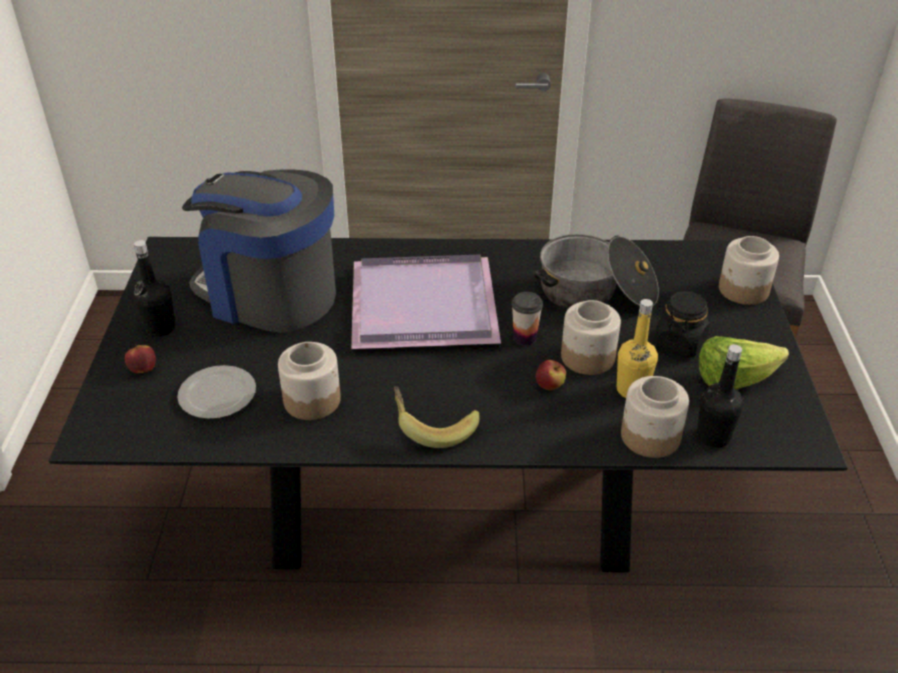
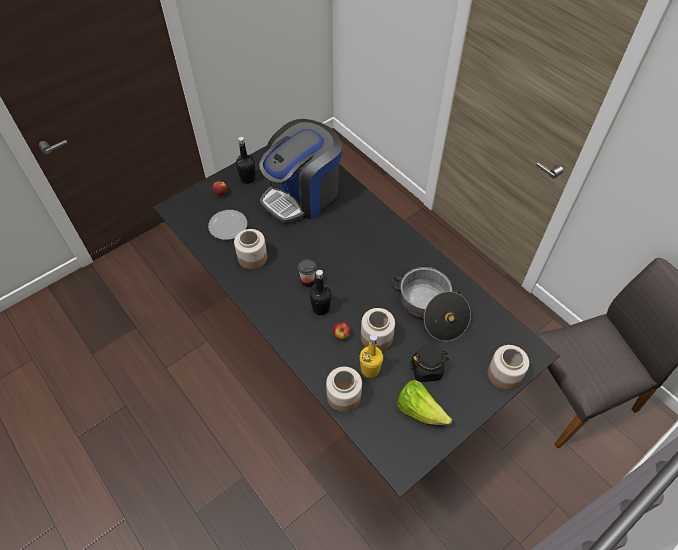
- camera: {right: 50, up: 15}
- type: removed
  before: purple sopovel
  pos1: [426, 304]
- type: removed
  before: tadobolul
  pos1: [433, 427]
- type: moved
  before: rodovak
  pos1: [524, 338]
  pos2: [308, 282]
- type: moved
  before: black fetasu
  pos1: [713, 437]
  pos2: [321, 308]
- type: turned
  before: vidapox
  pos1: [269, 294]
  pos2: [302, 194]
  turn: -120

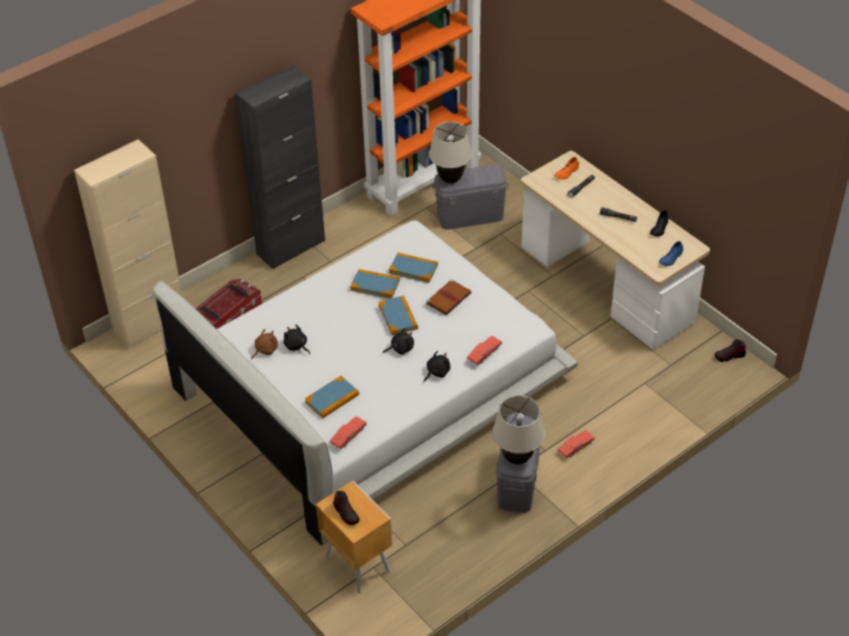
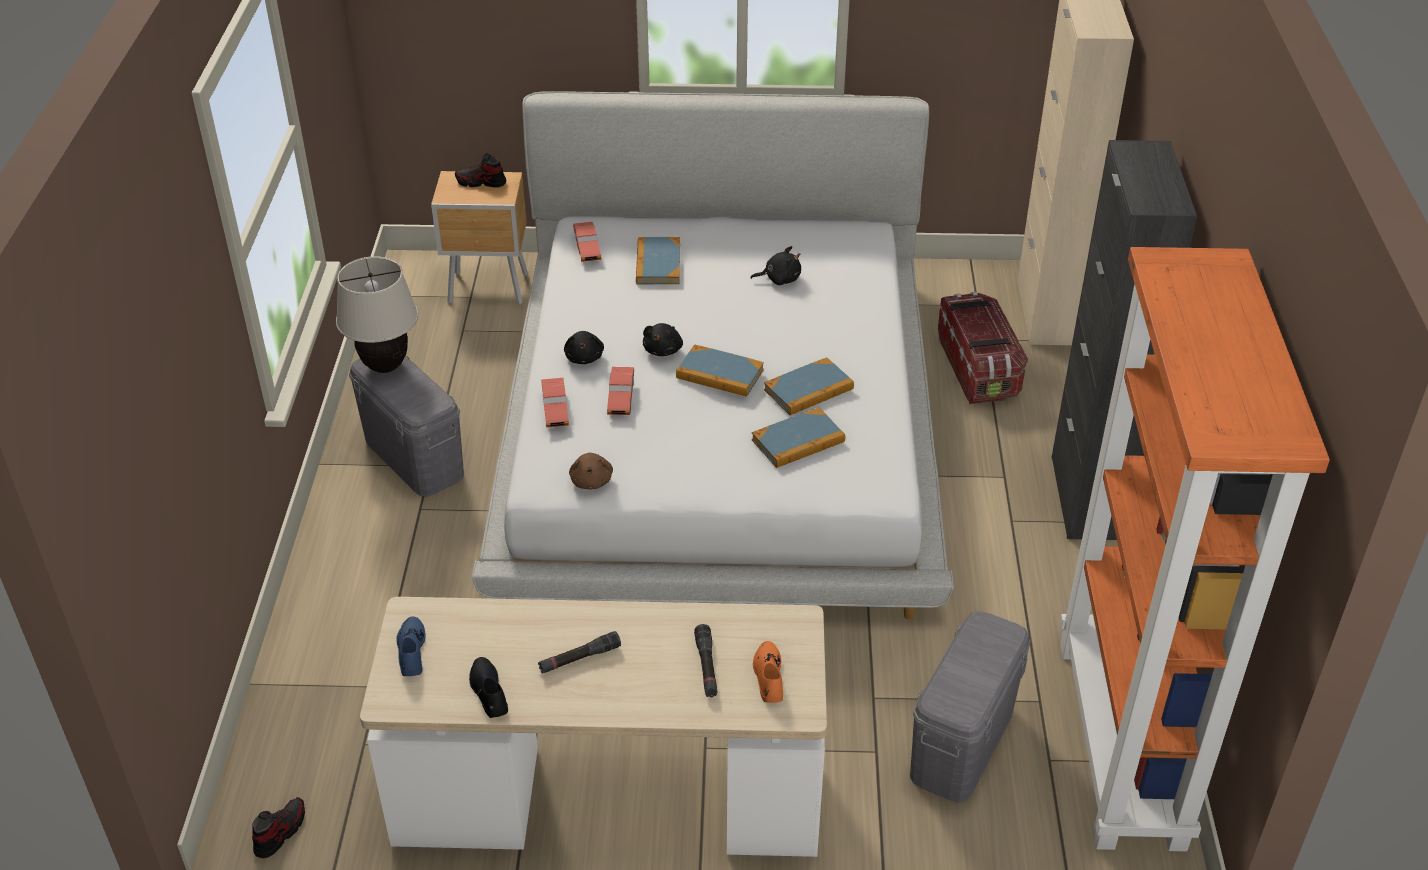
- camera: {right: 130, up: -5}
- type: removed
  before: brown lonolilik
  pos1: [449, 298]
- type: removed
  before: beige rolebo
  pos1: [450, 179]
- type: moved
  before: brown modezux
  pos1: [265, 350]
  pos2: [591, 480]
- type: moved
  before: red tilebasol
  pos1: [575, 447]
  pos2: [621, 397]

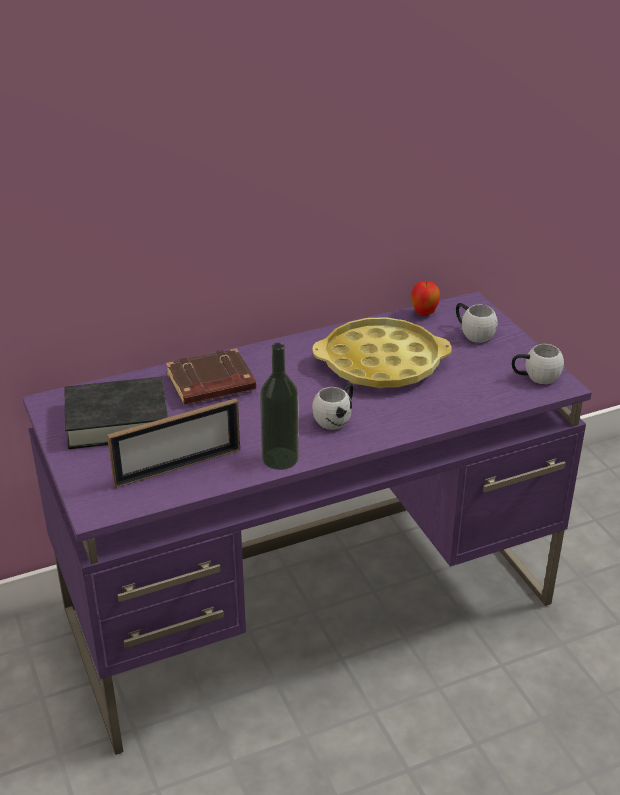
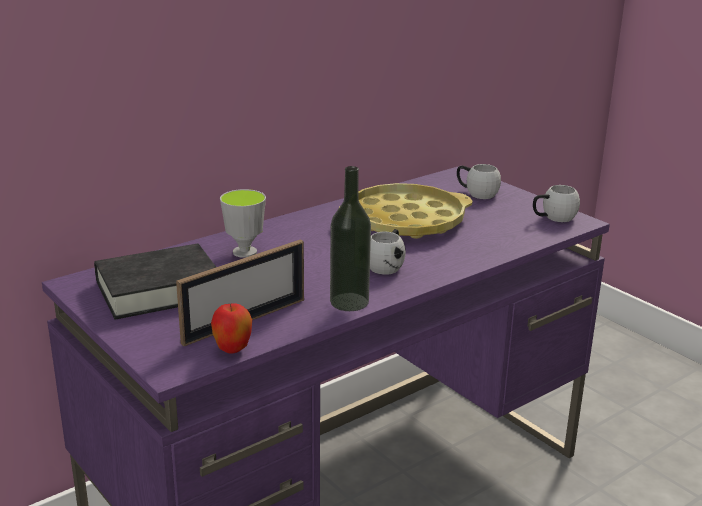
- camera: {right: -15, up: -10}
- type: moved
  before: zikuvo
  pos1: [424, 314]
  pos2: [232, 350]
- type: replaced
  before: brown lonolilik
  after: rodovak
  pos1: [210, 384]
  pos2: [244, 252]

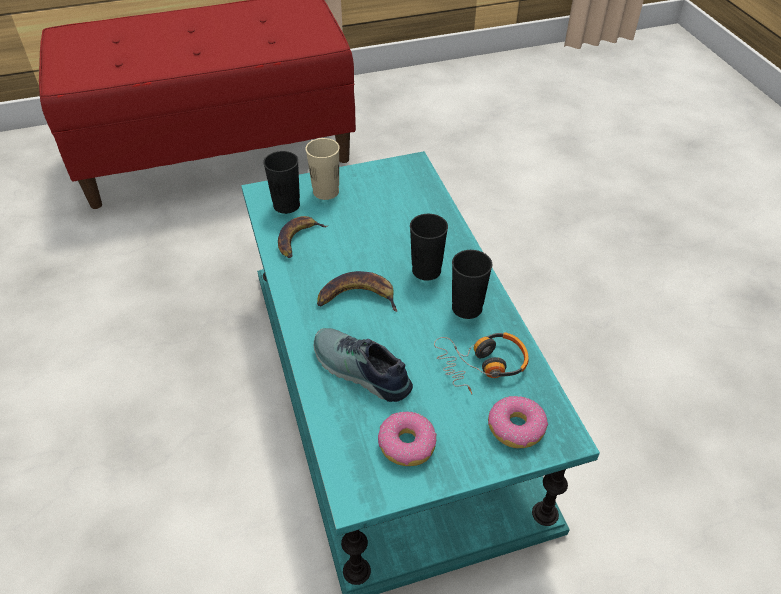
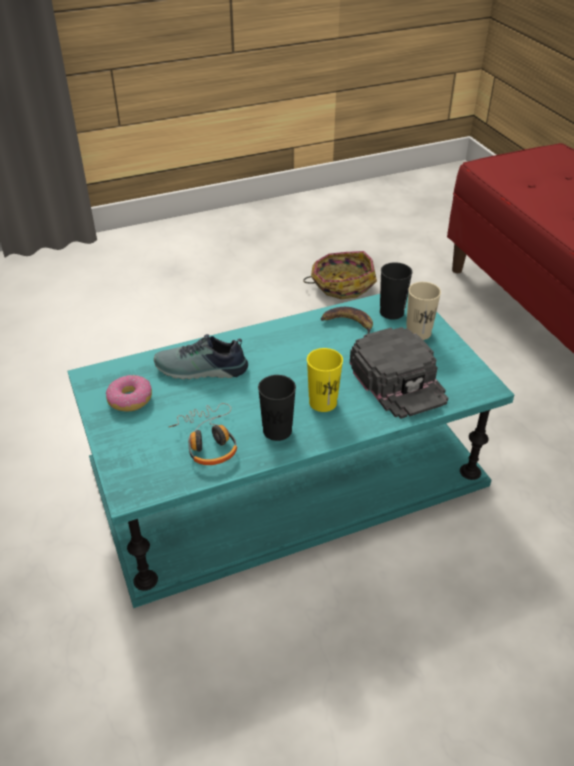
- camera: {right: 85, up: -5}
- type: removed
  before: tadobolul
  pos1: [358, 297]
- type: removed
  before: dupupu
  pos1: [516, 427]
- type: added
  after: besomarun
  pos2: [341, 284]
- type: added
  after: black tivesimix
  pos2: [399, 380]
- type: recoloured
  before: black rodovak
  after: yellow rodovak
  pos1: [426, 270]
  pos2: [323, 402]
- type: turned
  before: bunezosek
  pos1: [359, 371]
  pos2: [201, 370]
  turn: -120

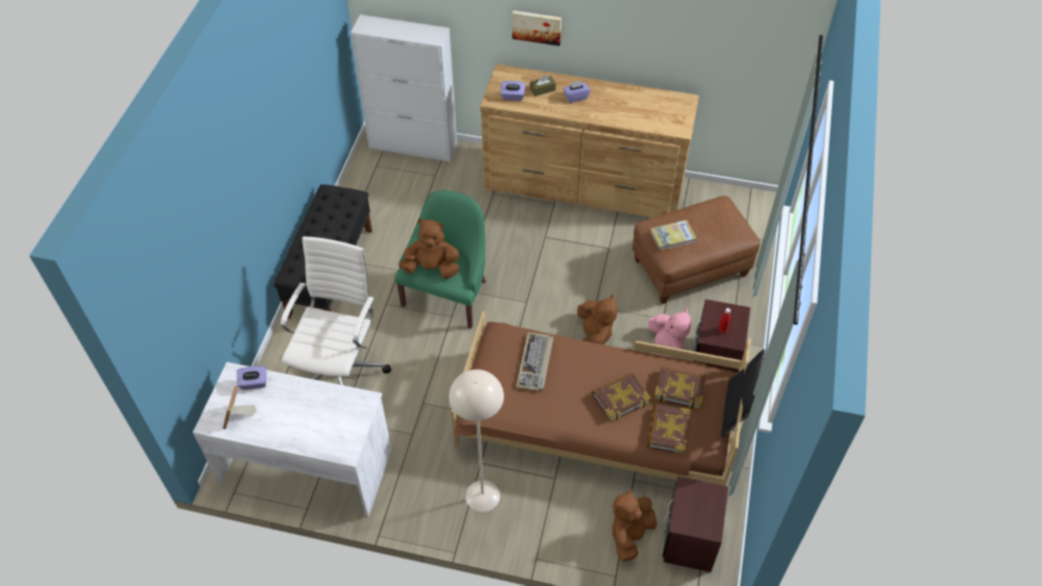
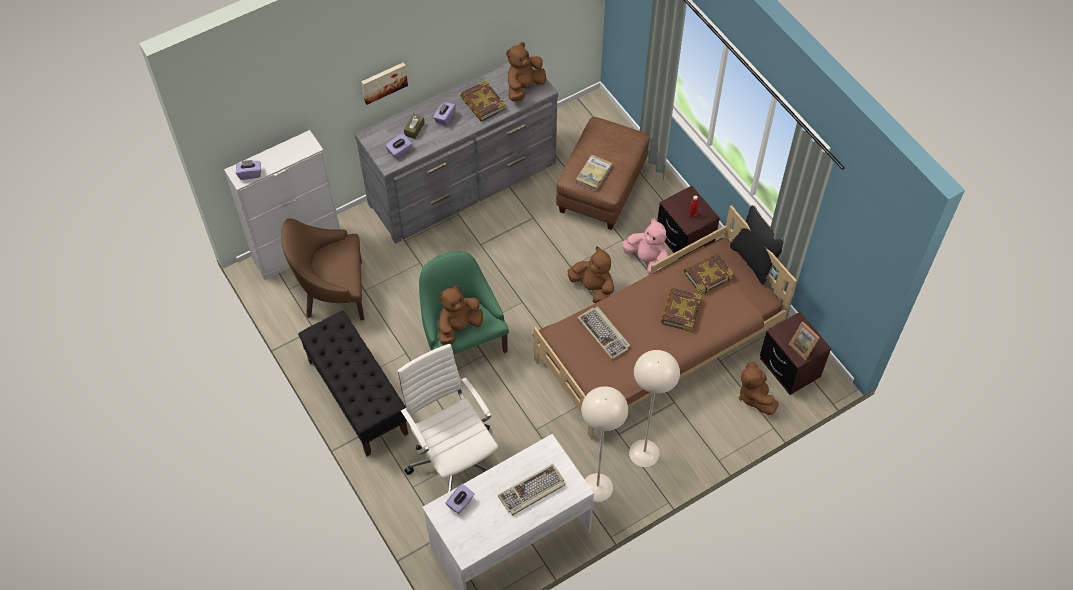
- camera: {right: -45, up: 5}
- type: added
  after: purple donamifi
  pos2: [250, 174]
- type: added
  after: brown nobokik
  pos2: [333, 292]
- type: added
  after: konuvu
  pos2: [532, 491]
- type: added
  after: brown modezux
  pos2: [524, 87]
- type: added
  after: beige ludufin
  pos2: [597, 487]
- type: moved
  before: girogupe
  pos1: [238, 417]
  pos2: [803, 346]
- type: moved
  before: lonolilik
  pos1: [668, 431]
  pos2: [482, 104]
- type: recoloured
  before: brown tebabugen
  after: grey tebabugen
  pos1: [584, 185]
  pos2: [464, 184]

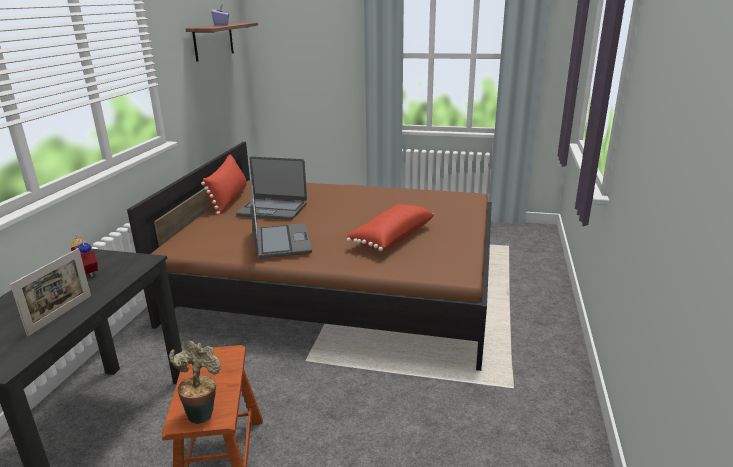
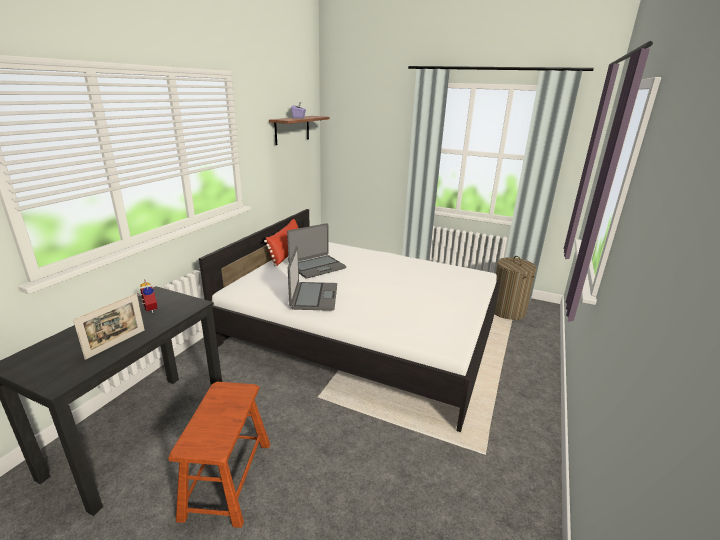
- camera: {right: 10, up: 0}
- type: removed
  before: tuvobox
  pos1: [202, 412]
- type: removed
  before: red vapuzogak
  pos1: [391, 237]
- type: added
  after: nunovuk
  pos2: [507, 311]
- type: recoloured
  before: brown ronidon
  after: white ronidon
  pos1: [339, 285]
  pos2: [362, 333]
- type: turned
  before: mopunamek
  pos1: [273, 209]
  pos2: [317, 267]
  turn: -60

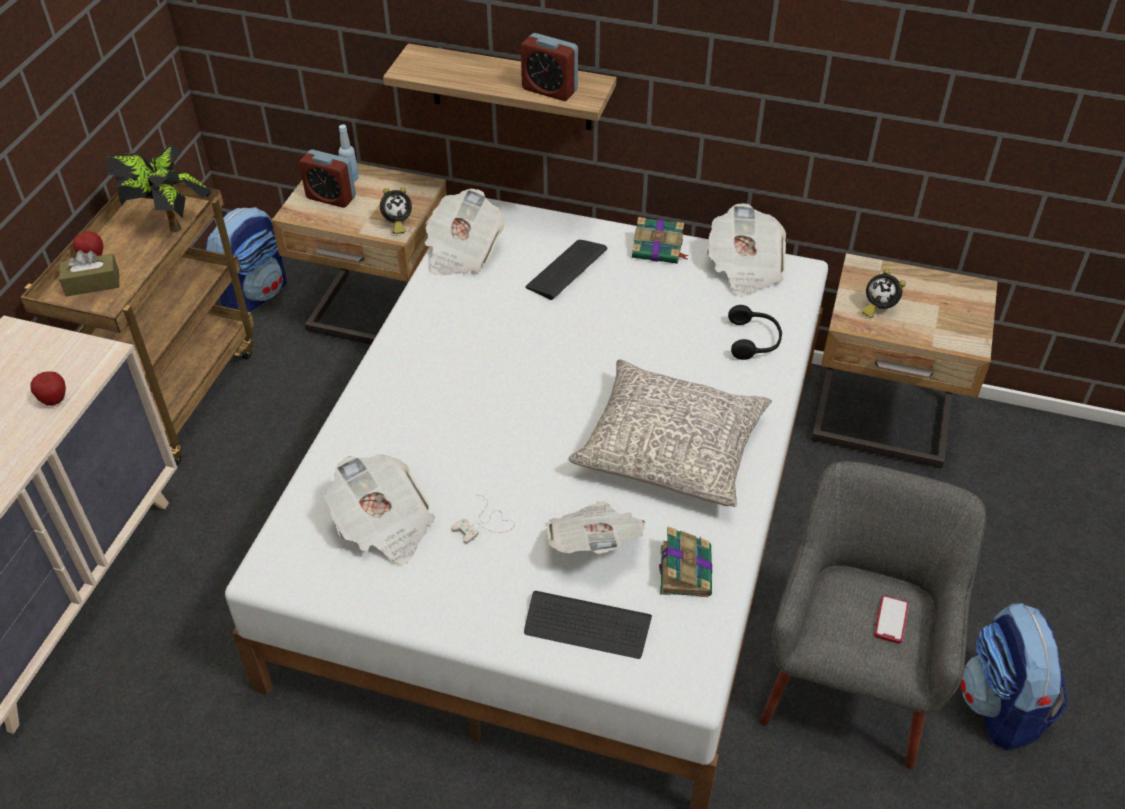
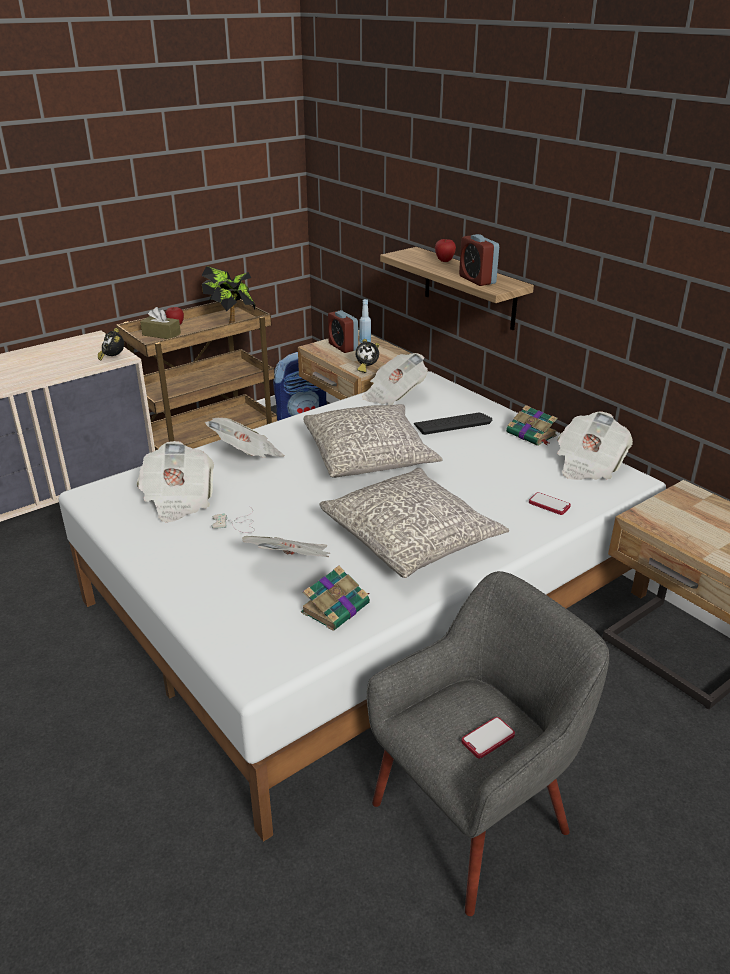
- camera: {right: 35, up: -15}
- type: removed
  before: konuvu
  pos1: [587, 626]
- type: removed
  before: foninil
  pos1: [1001, 706]
- type: added
  after: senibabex
  pos2: [247, 455]
- type: added
  after: grey vapuzogak
  pos2: [369, 456]
- type: moved
  before: zikuvo
  pos1: [54, 400]
  pos2: [444, 261]
- type: moved
  before: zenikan
  pos1: [878, 308]
  pos2: [113, 358]
- type: replaced
  before: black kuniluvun
  after: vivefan
  pos1: [754, 340]
  pos2: [549, 504]

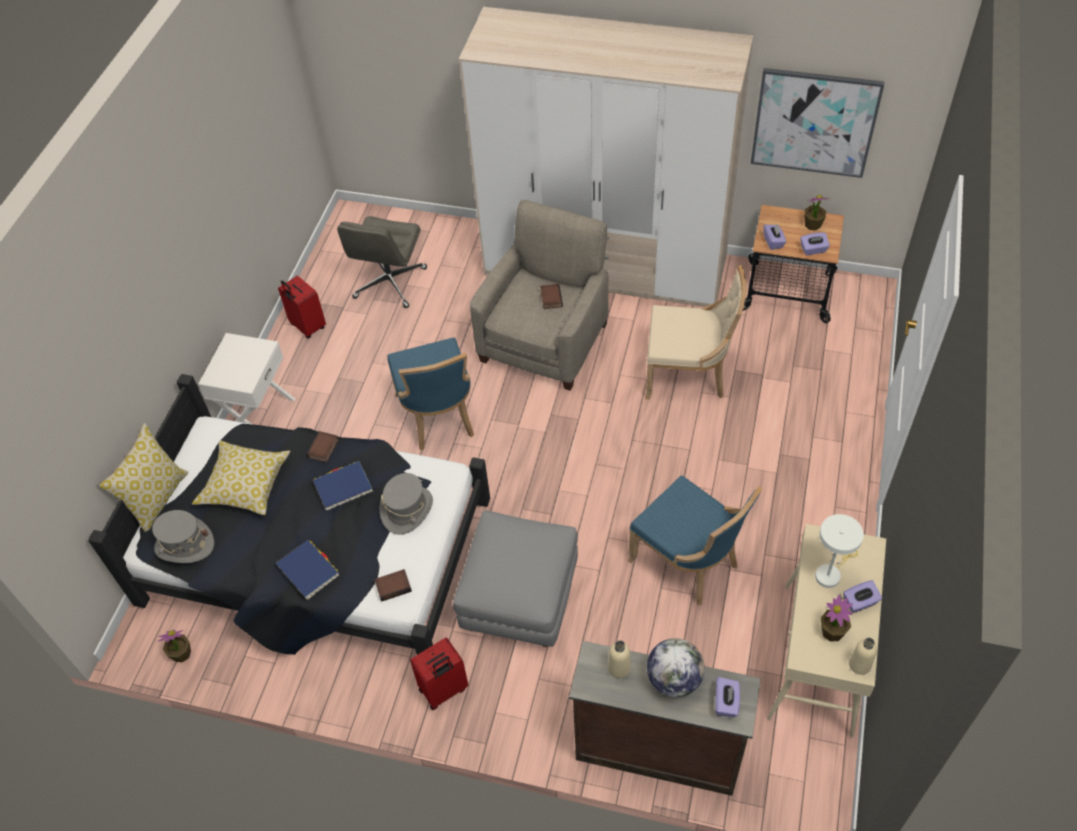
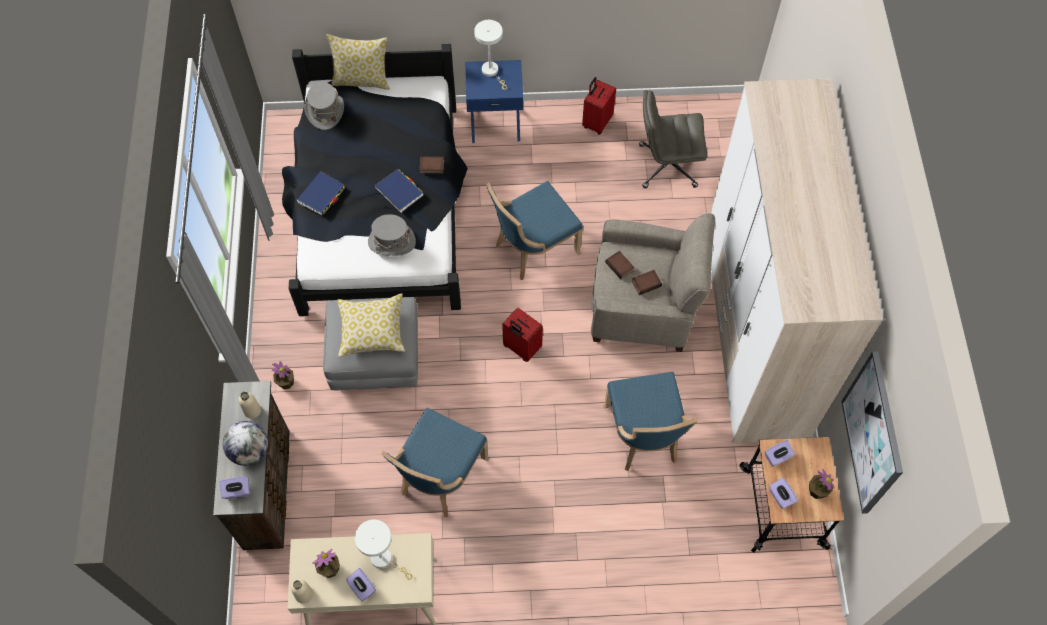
- camera: {right: 70, up: 10}
- type: added
  after: white rolebo
  pos2: [492, 72]
- type: moved
  before: tuvobox
  pos1: [181, 654]
  pos2: [286, 382]
- type: moved
  before: vapuzogak
  pos1: [245, 485]
  pos2: [372, 330]
- type: moved
  before: lonolilik
  pos1: [393, 586]
  pos2: [620, 266]
- type: moved
  before: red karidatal
  pos1: [444, 690]
  pos2: [521, 348]
- type: recoloured
  before: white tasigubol
  after: blue tasigubol
  pos1: [258, 416]
  pos2: [495, 123]
- type: recoloured
  before: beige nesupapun
  after: blue nesupapun
  pos1: [689, 375]
  pos2: [644, 436]

